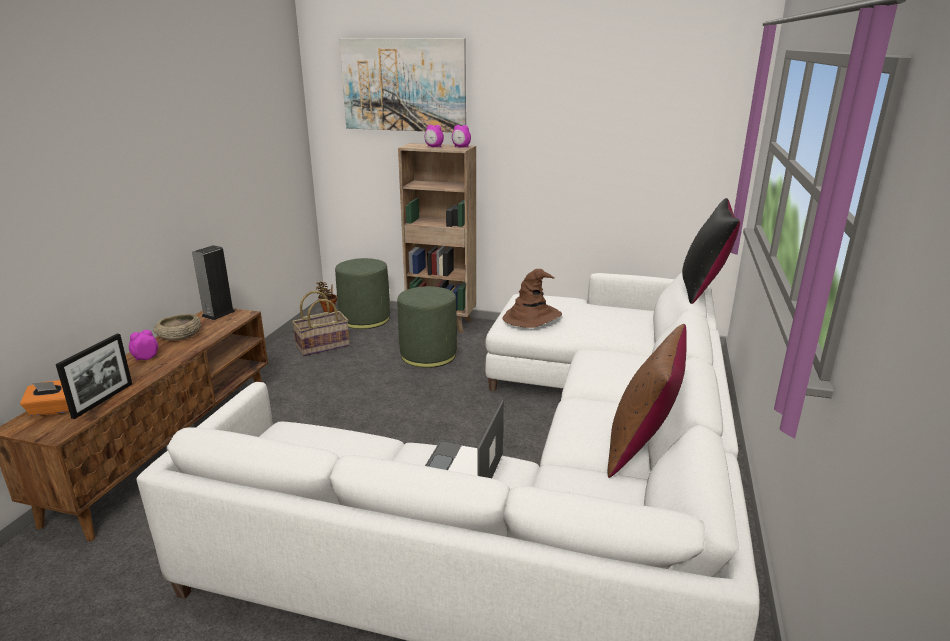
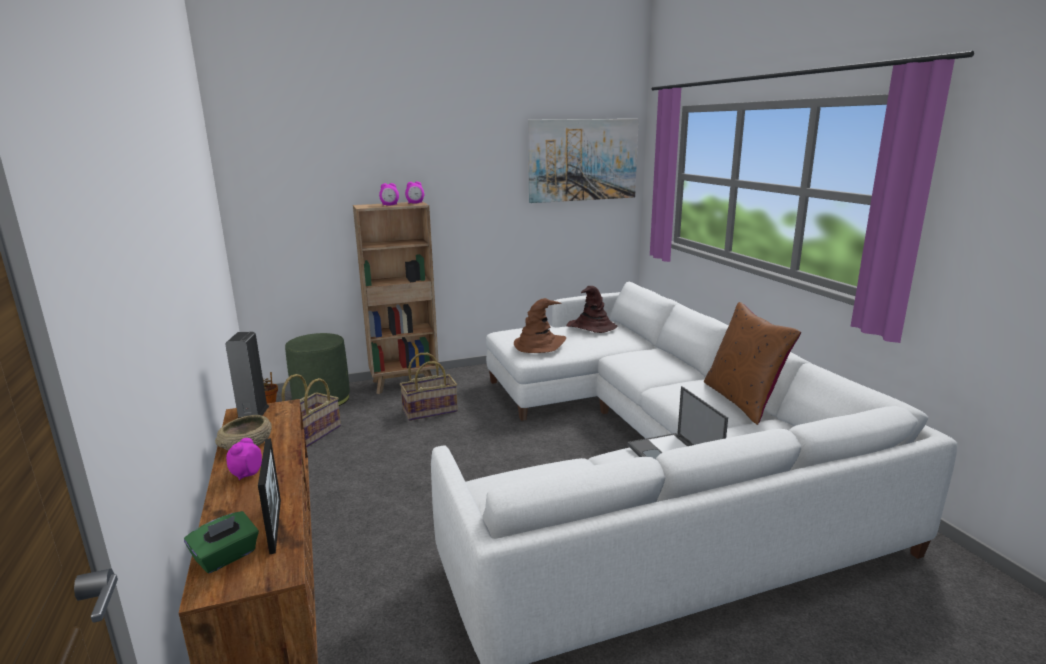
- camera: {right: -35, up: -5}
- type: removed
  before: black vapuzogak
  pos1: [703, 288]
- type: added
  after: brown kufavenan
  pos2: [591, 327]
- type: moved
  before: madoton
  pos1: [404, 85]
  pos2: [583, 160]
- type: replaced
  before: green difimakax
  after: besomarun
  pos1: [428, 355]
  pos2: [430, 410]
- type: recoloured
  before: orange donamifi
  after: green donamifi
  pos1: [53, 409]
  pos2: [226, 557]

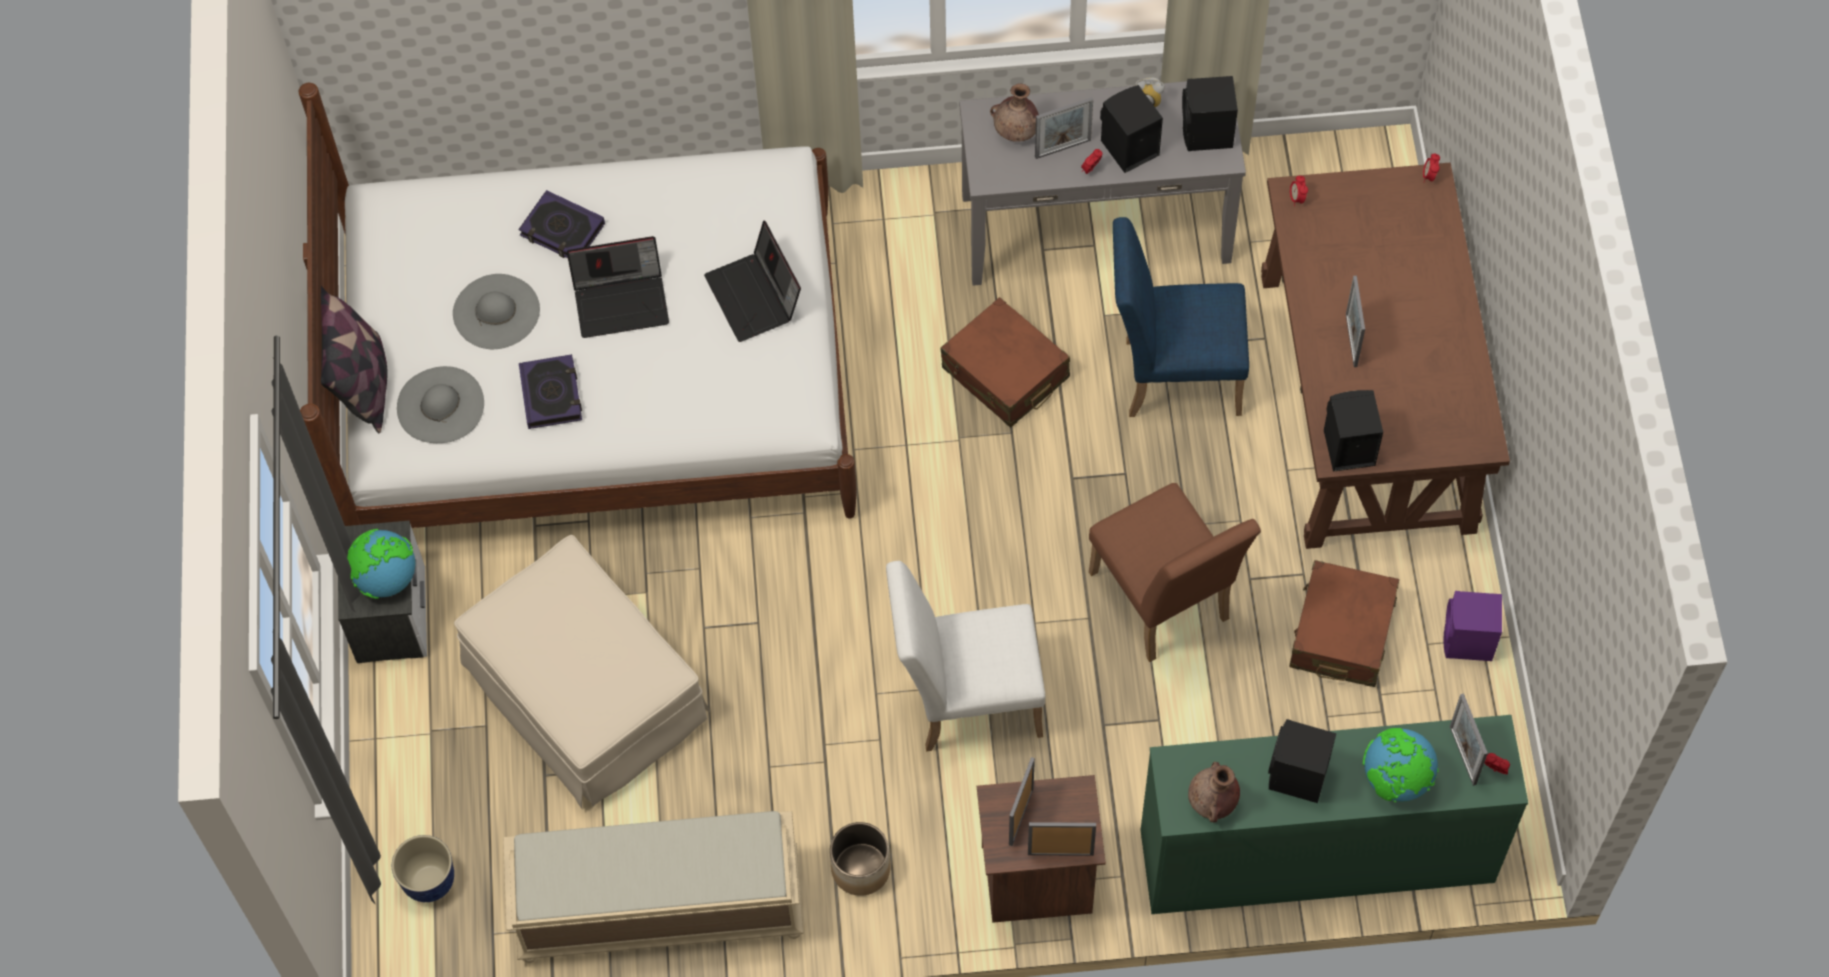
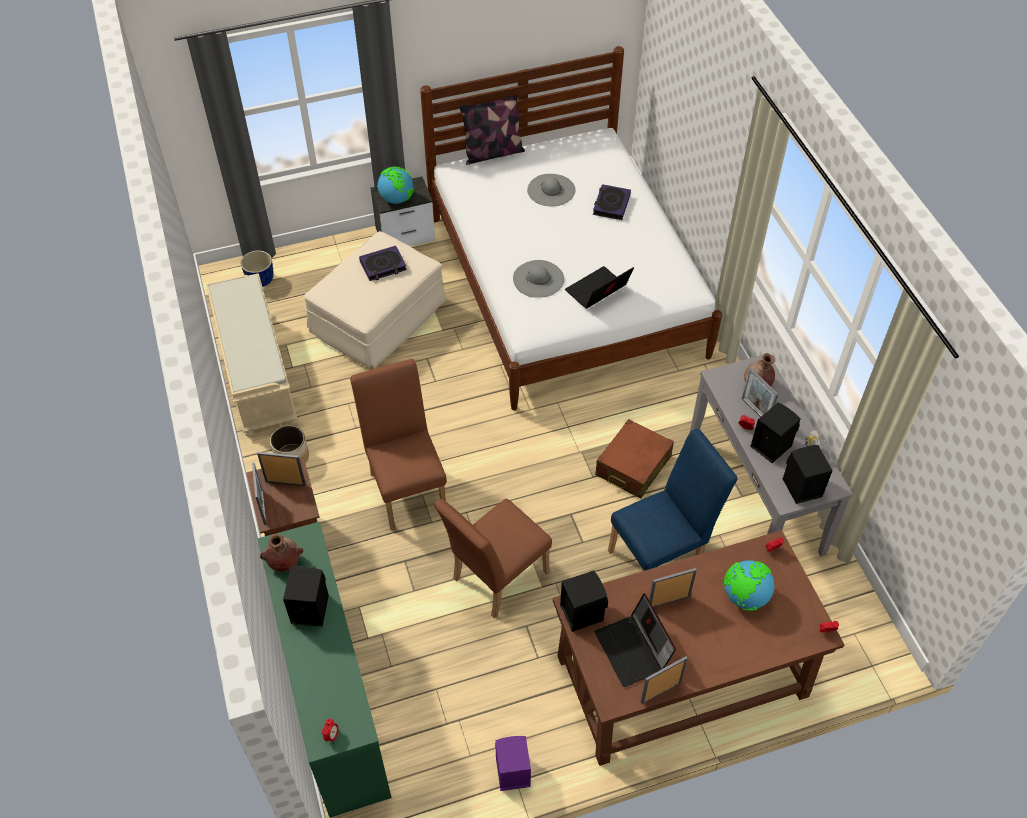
- camera: {right: 75, up: -10}
- type: removed
  before: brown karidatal
  pos1: [1341, 633]
- type: moved
  before: grey kufavenan
  pos1: [440, 405]
  pos2: [538, 279]
- type: moved
  before: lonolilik
  pos1: [551, 395]
  pos2: [383, 266]
- type: moved
  before: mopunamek
  pos1: [622, 301]
  pos2: [633, 650]
- type: moved
  before: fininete
  pos1: [1396, 780]
  pos2: [744, 597]
- type: moved
  before: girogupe
  pos1: [1462, 755]
  pos2: [660, 692]
- type: recoloured
  before: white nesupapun
  after: brown nesupapun
  pos1: [965, 700]
  pos2: [407, 487]
- type: turned
  before: blue nesupapun
  pos1: [1171, 375]
  pos2: [662, 555]
  turn: 75

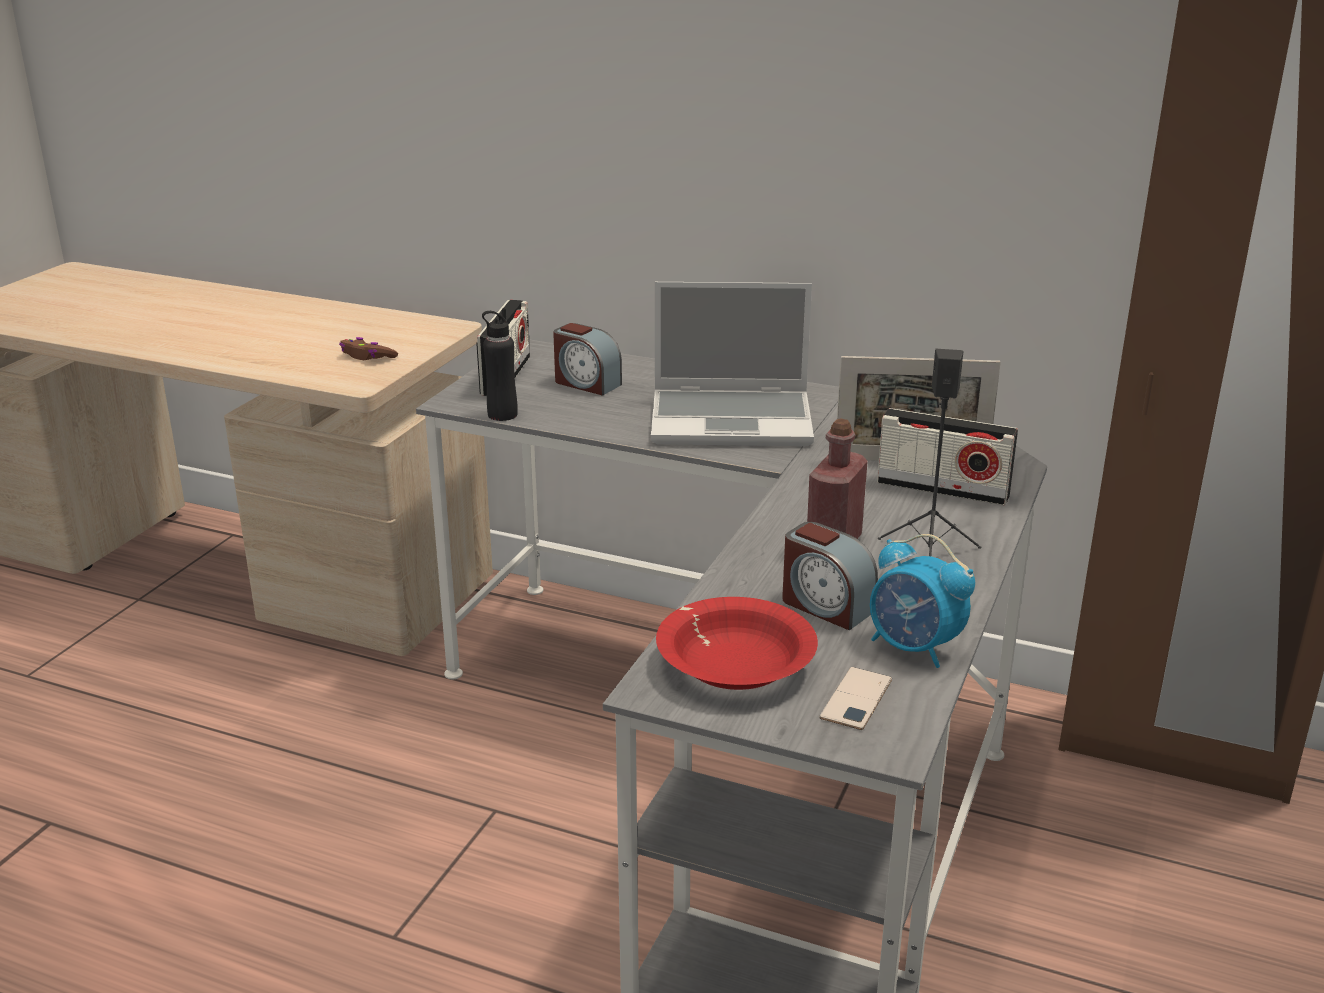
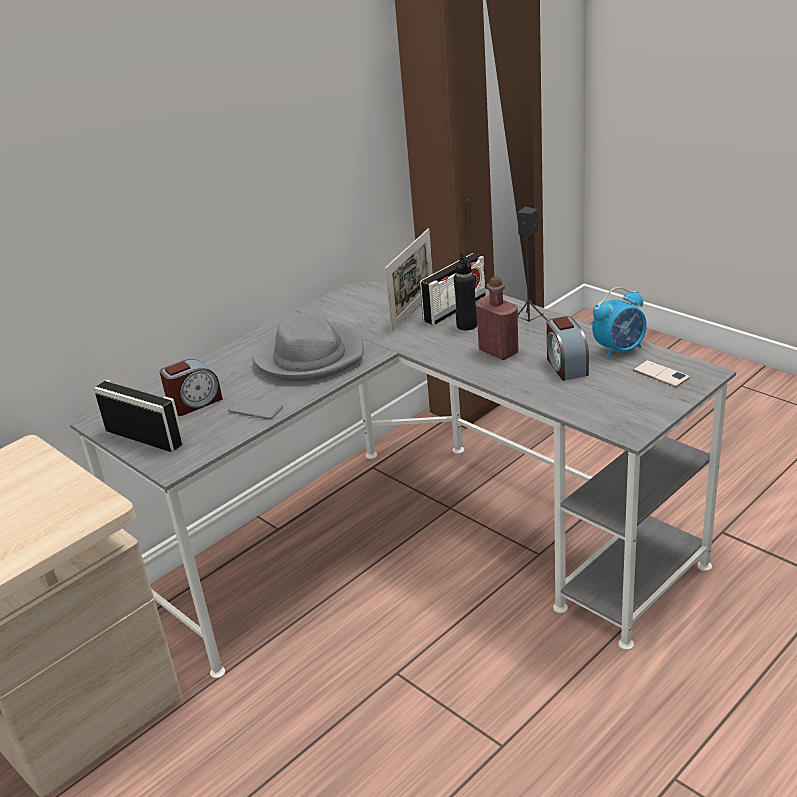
- camera: {right: -65, up: 5}
- type: removed
  before: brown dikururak
  pos1: [367, 357]
- type: removed
  before: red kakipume
  pos1: [736, 664]
- type: added
  after: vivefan
  pos2: [256, 410]
- type: moved
  before: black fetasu
  pos1: [502, 415]
  pos2: [467, 325]
- type: replaced
  before: mopunamek
  after: grey kufavenan
  pos1: [733, 420]
  pos2: [309, 356]
- type: turned
  before: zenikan
  pos1: [825, 606]
  pos2: [566, 366]
  turn: 105

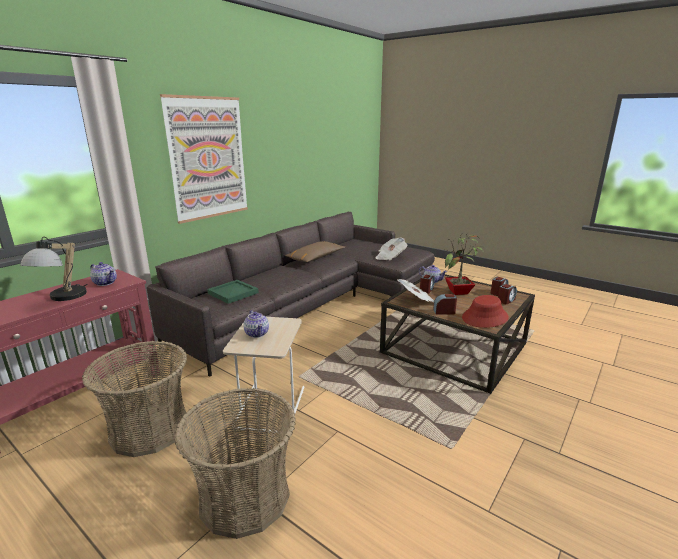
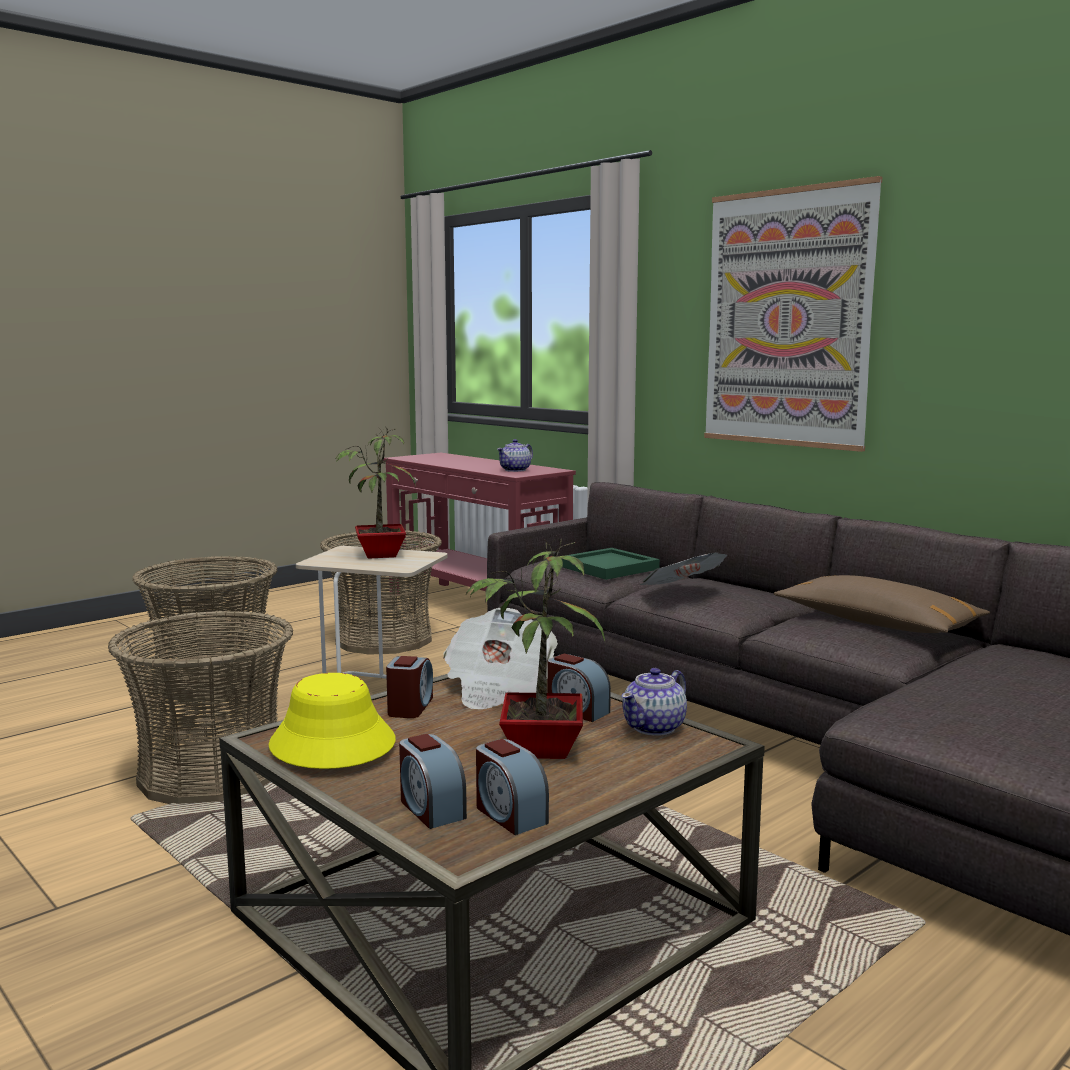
- camera: {right: 100, up: -10}
- type: removed
  before: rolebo
  pos1: [62, 298]
- type: added
  after: besomarun
  pos2: [212, 774]
- type: moved
  before: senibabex
  pos1: [390, 257]
  pos2: [682, 593]
- type: replaced
  before: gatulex
  after: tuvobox
  pos1: [257, 333]
  pos2: [378, 555]
- type: recoloured
  before: red kufavenan
  after: yellow kufavenan
  pos1: [485, 318]
  pos2: [331, 744]

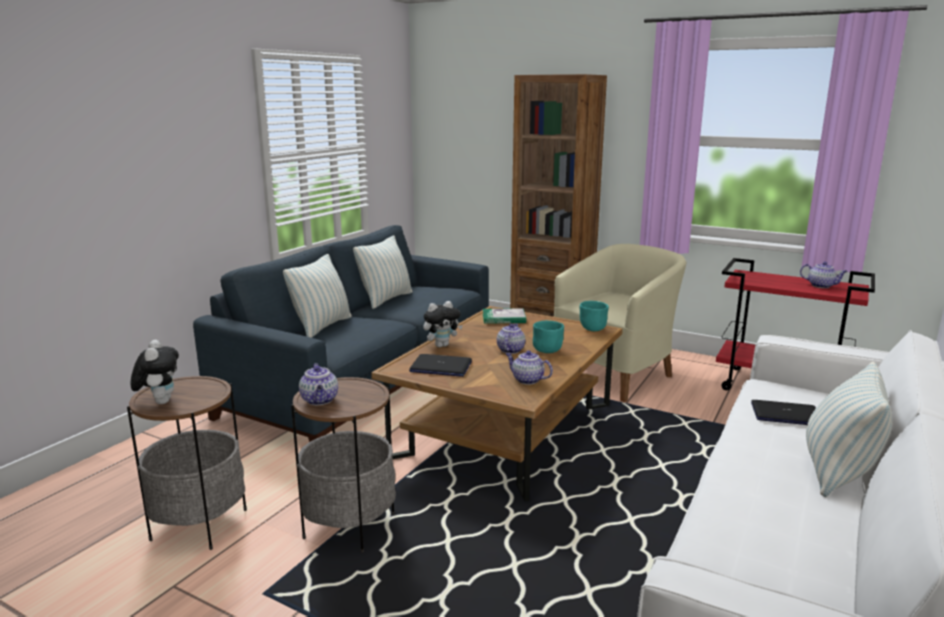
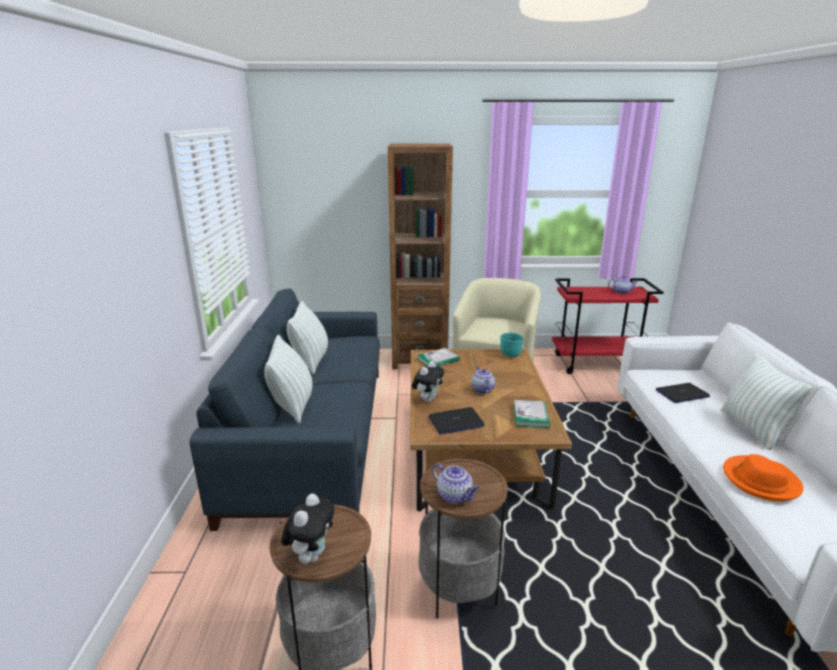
- camera: {right: -30, up: 5}
- type: removed
  before: turquoise kakipume
  pos1: [548, 351]
- type: added
  after: orange kufavenan
  pos2: [760, 480]
- type: replaced
  before: gatulex
  after: lonolilik
  pos1: [527, 380]
  pos2: [531, 415]
- type: turned
  before: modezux
  pos1: [160, 401]
  pos2: [311, 555]
  turn: 60

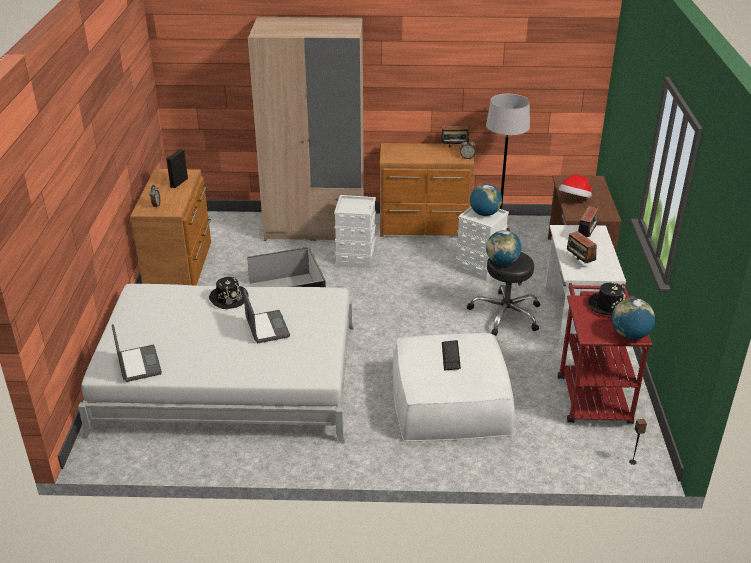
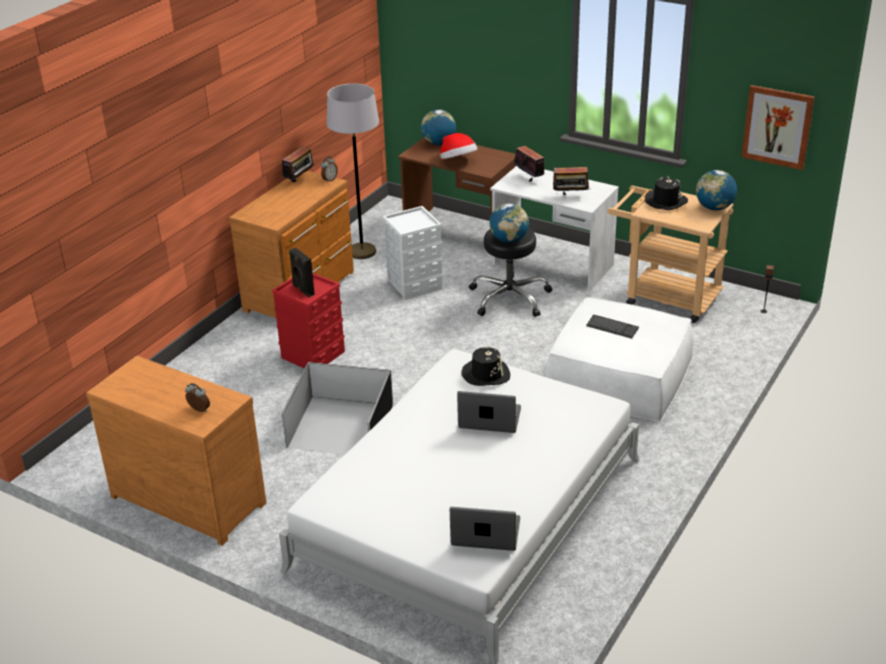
- camera: {right: -60, up: 0}
- type: removed
  before: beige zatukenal
  pos1: [315, 227]
- type: added
  after: madoton
  pos2: [777, 126]
- type: moved
  before: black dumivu
  pos1: [178, 183]
  pos2: [302, 290]
- type: moved
  before: black kufavenan
  pos1: [228, 298]
  pos2: [486, 374]
- type: moved
  before: fininete
  pos1: [484, 214]
  pos2: [438, 143]
- type: recoloured
  before: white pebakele
  after: red pebakele
  pos1: [355, 257]
  pos2: [312, 355]
- type: recoloured
  before: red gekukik
  after: beige gekukik
  pos1: [592, 394]
  pos2: [664, 297]

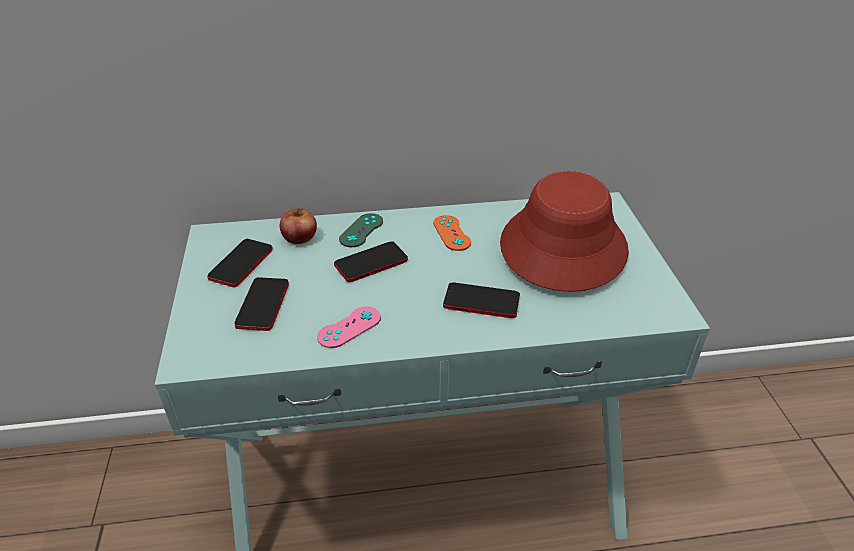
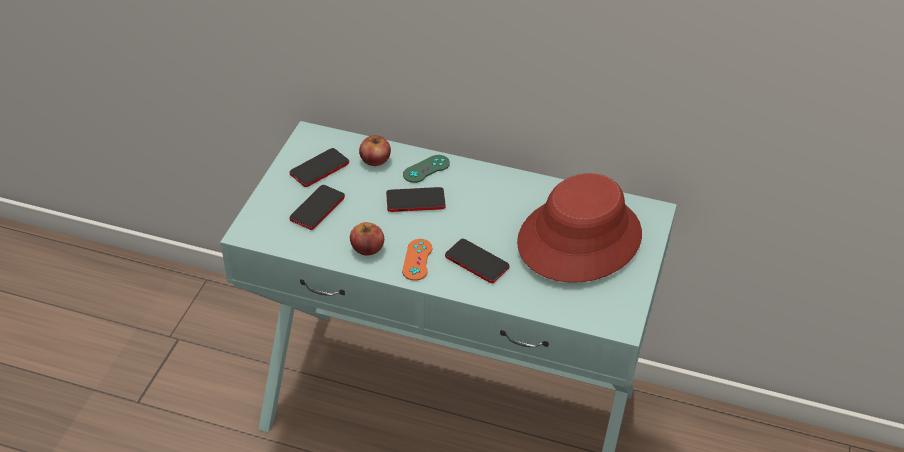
- camera: {right: 25, up: 5}
- type: moved
  before: orange dikururak
  pos1: [451, 233]
  pos2: [417, 260]
- type: replaced
  before: pink dikururak
  after: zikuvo
  pos1: [349, 327]
  pos2: [367, 247]

